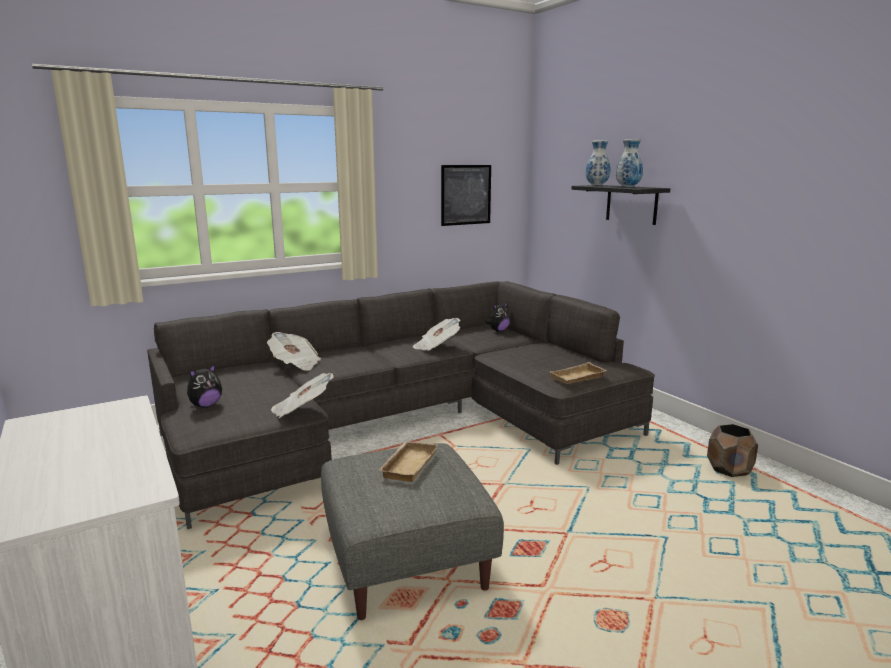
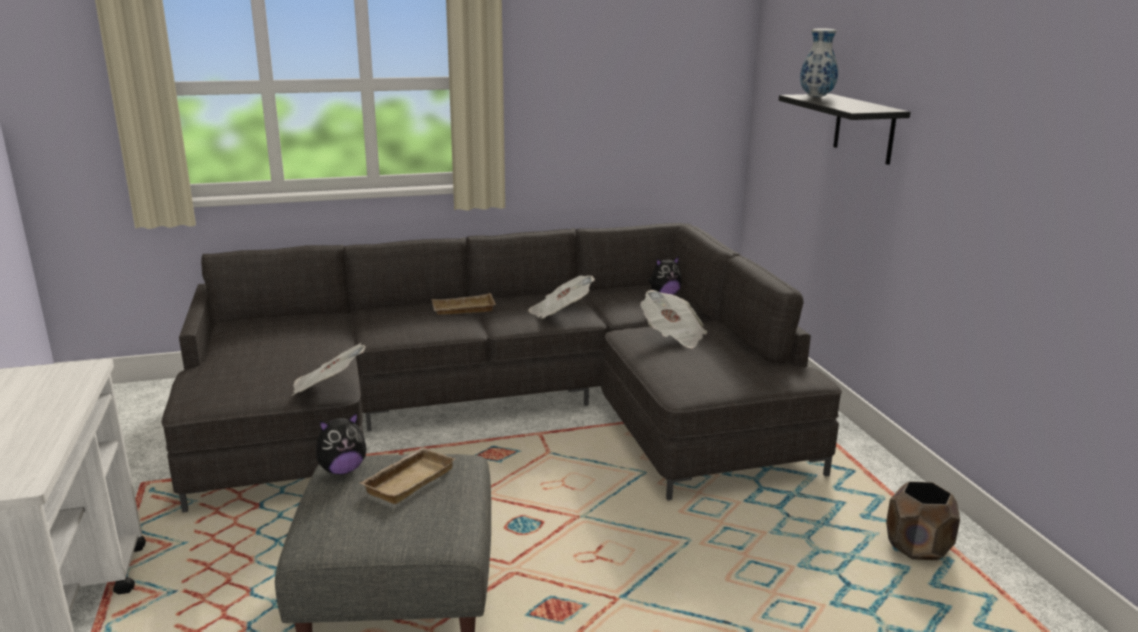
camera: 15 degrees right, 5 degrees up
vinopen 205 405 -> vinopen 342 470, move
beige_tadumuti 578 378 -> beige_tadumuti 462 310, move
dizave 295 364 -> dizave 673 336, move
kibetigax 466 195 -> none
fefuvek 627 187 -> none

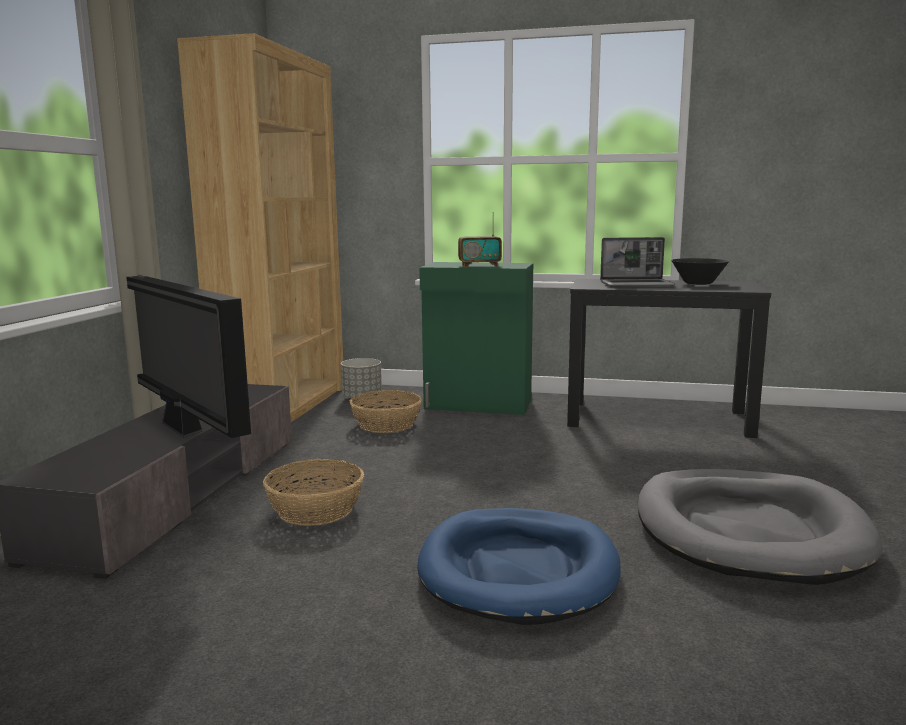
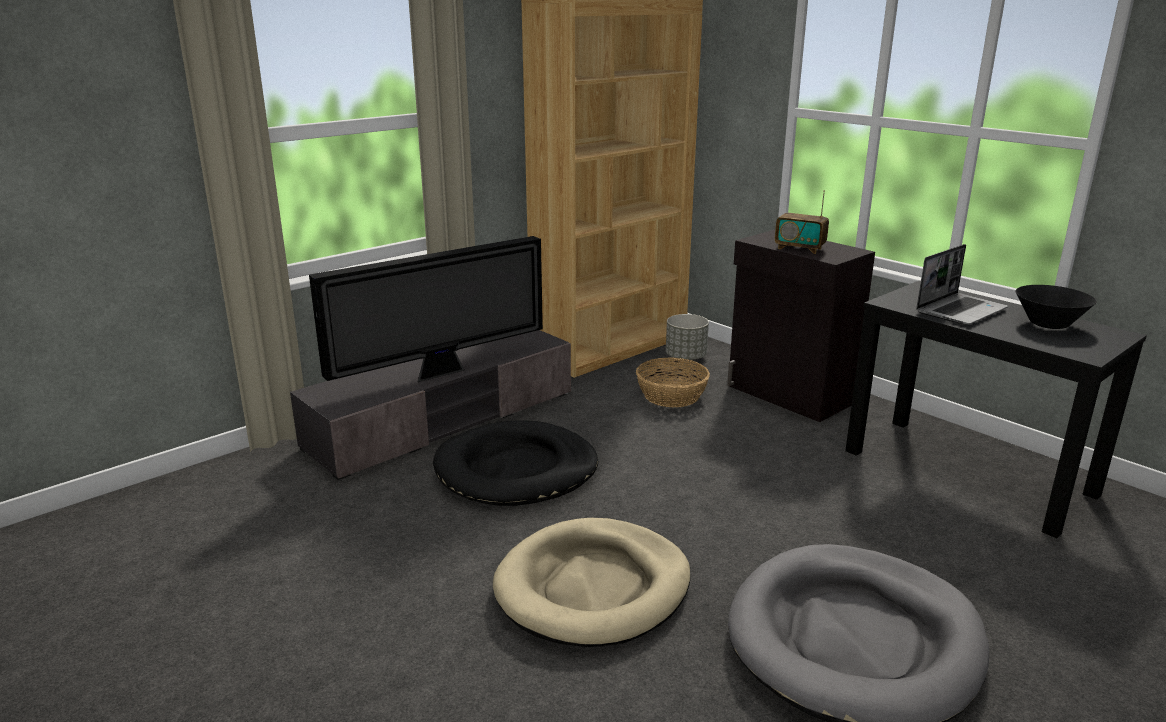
camera: 35 degrees right, 10 degrees up
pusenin 182 429 -> pusenin 441 372, 120 degrees counterclockwise
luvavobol 316 509 -> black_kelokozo 516 470
blue_kelokozo 518 570 -> beige_kelokozo 593 587
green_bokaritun 478 404 -> black_bokaritun 789 395
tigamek 637 285 -> tigamek 960 310, 75 degrees counterclockwise

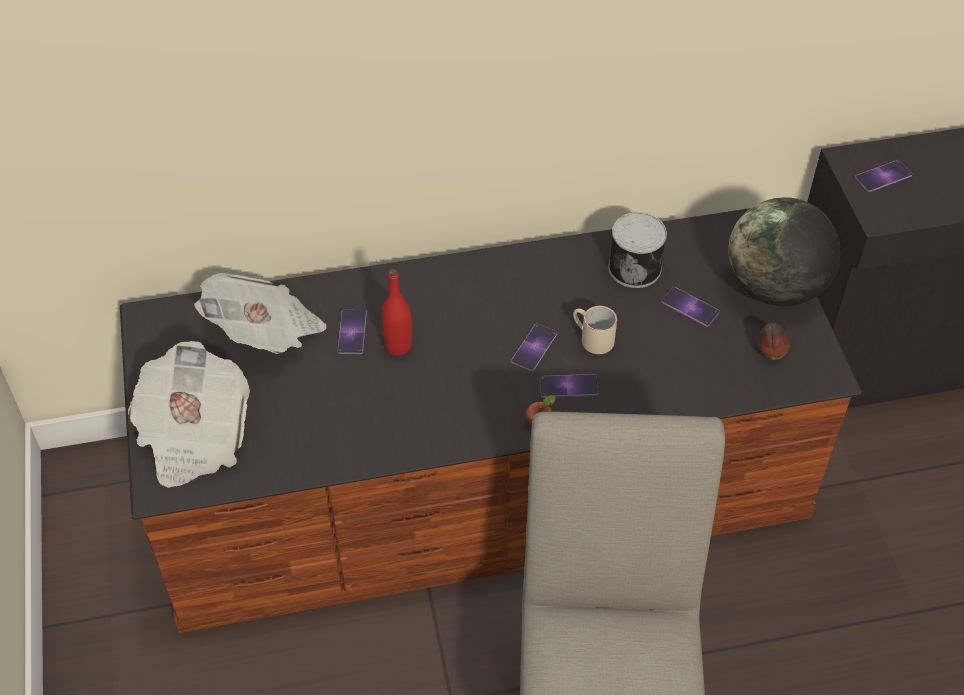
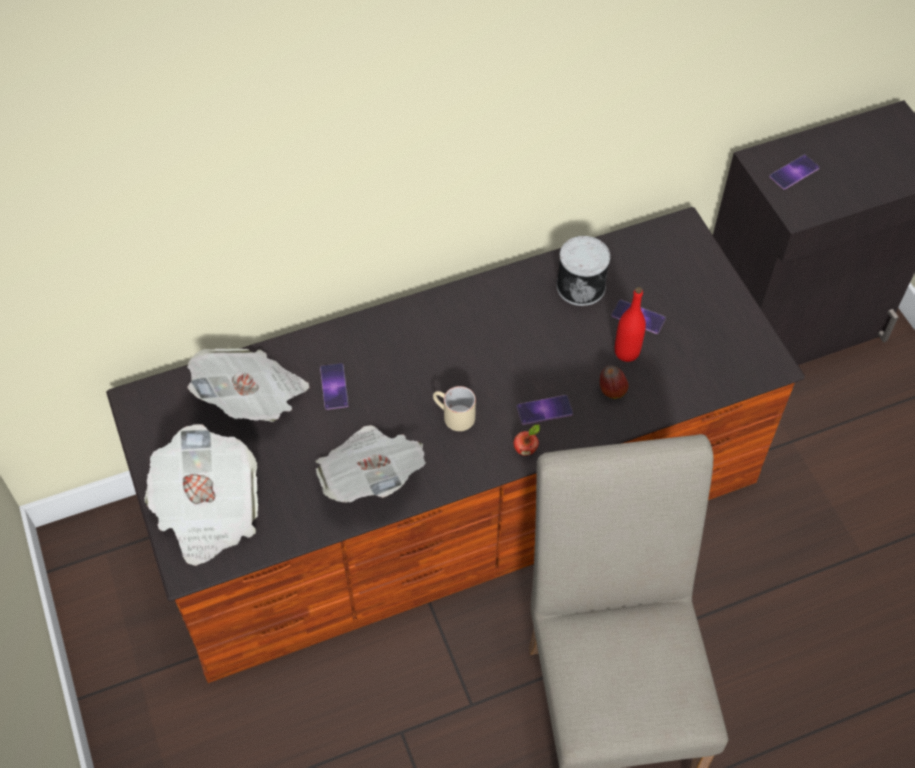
camera: 10 degrees left, 5 degrees up
none -> dizave 371 477
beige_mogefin 591 339 -> beige_mogefin 453 416, move
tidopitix 770 352 -> tidopitix 611 392, move
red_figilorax 398 346 -> red_figilorax 626 352, move
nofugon 534 347 -> none
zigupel 775 288 -> none

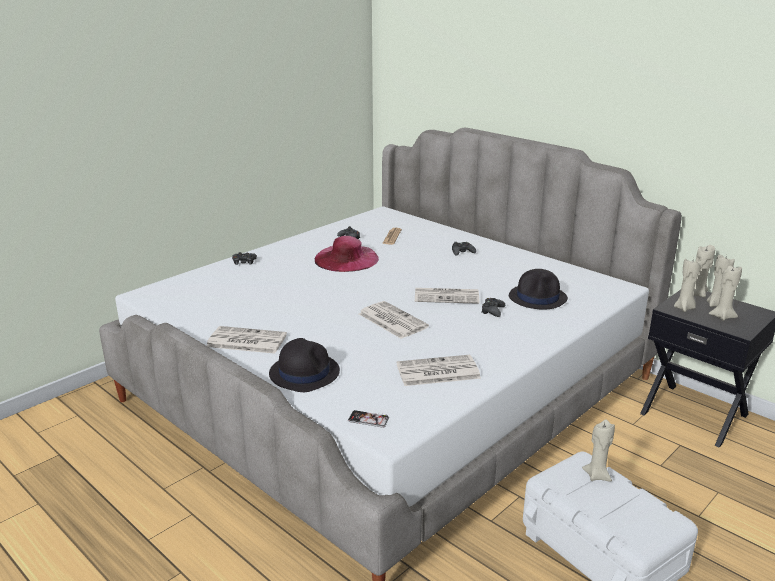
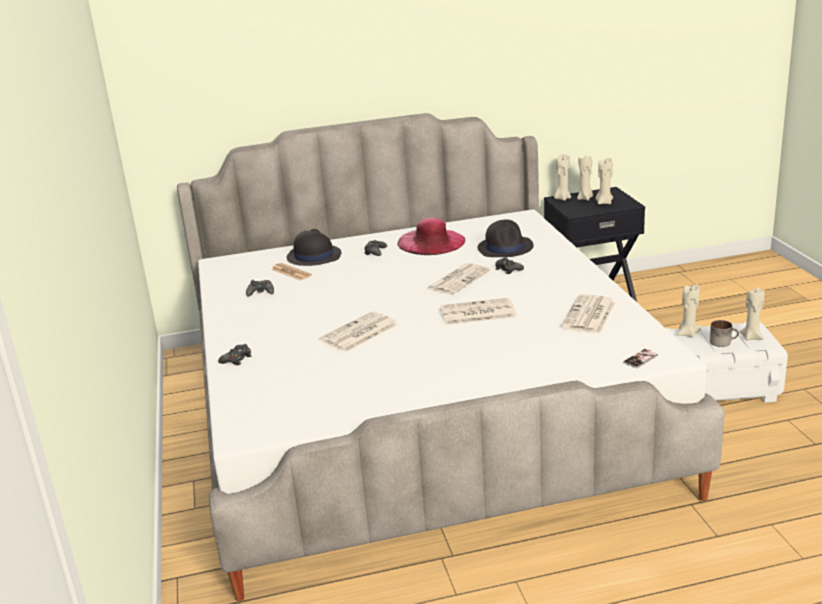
camera: 55 degrees left, 0 degrees up
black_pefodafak 304 372 -> black_pefodafak 313 256, move
dizave 245 341 -> dizave 359 333, move
pink_pefodafak 346 258 -> pink_pefodafak 431 242, move
none -> mogefin 723 342
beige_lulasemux 684 308 -> beige_lulasemux 751 337, move

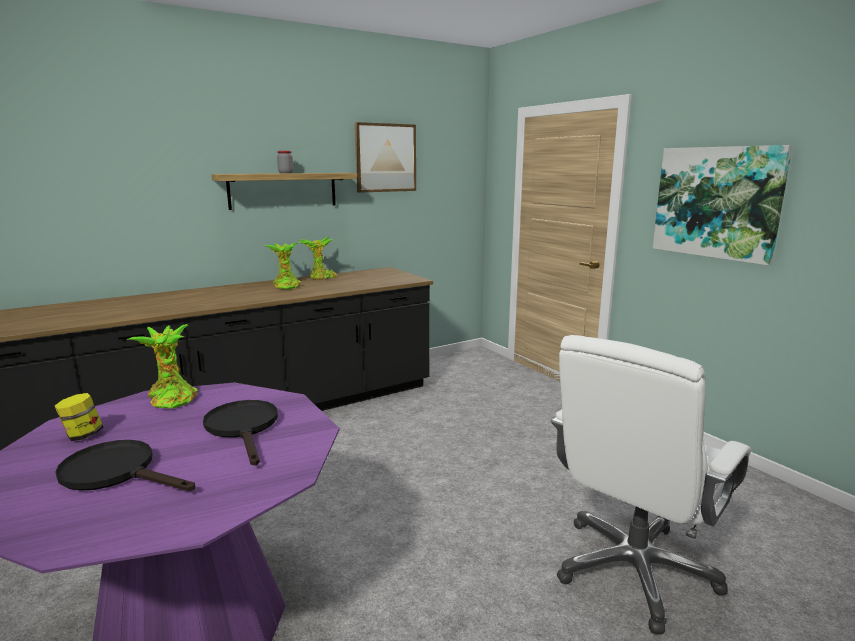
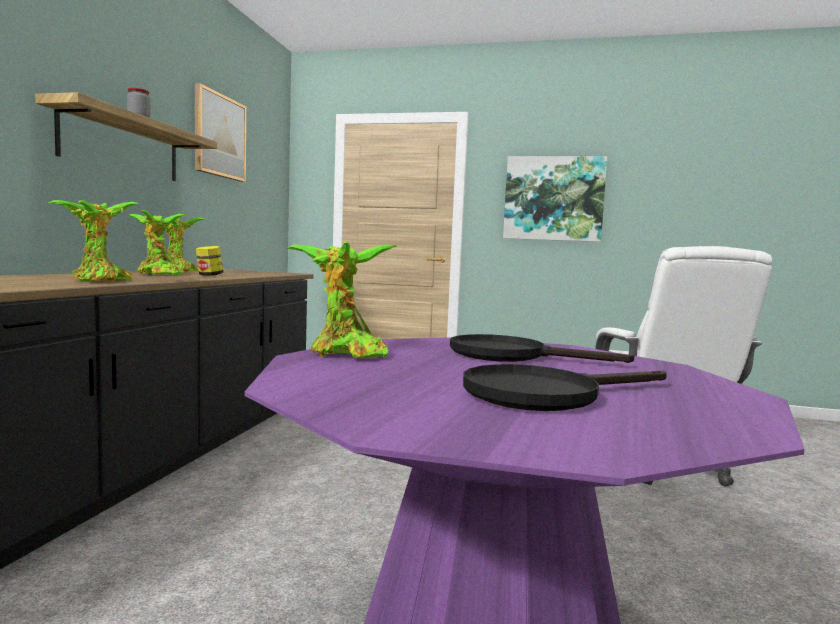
camera: 45 degrees left, 10 degrees down
none -> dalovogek 100 281
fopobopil 83 435 -> fopobopil 209 275, move

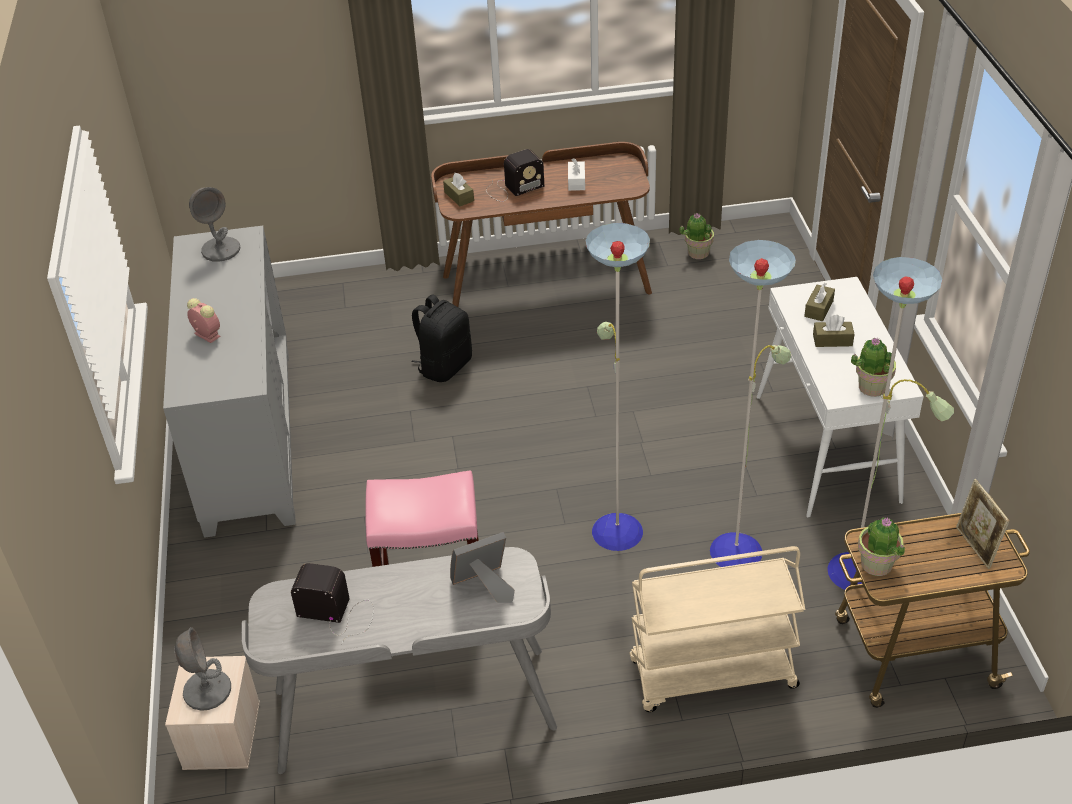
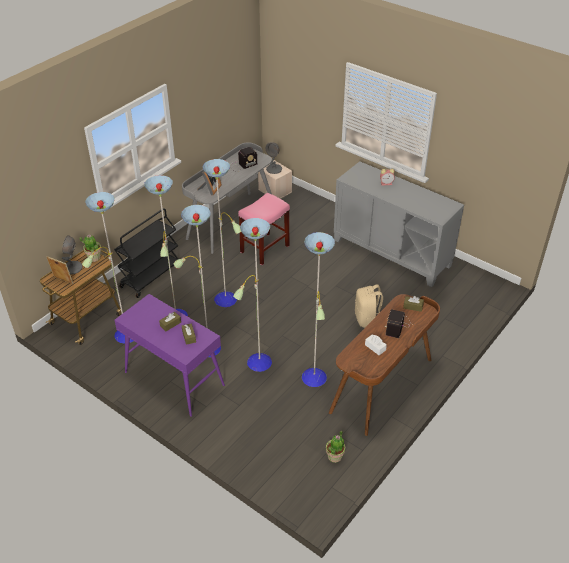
camera: 135 degrees right, 0 degrees up
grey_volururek 221 250 -> grey_volururek 72 268, move
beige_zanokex 711 675 -> black_zanokex 151 276
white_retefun 827 449 -> purple_retefun 173 379
none -> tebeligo 258 363
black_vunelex 444 366 -> beige_vunelex 367 319
dalovogek 871 387 -> none

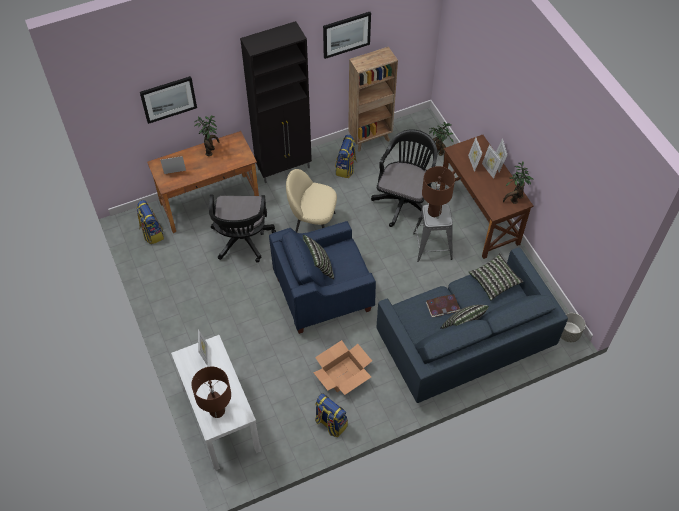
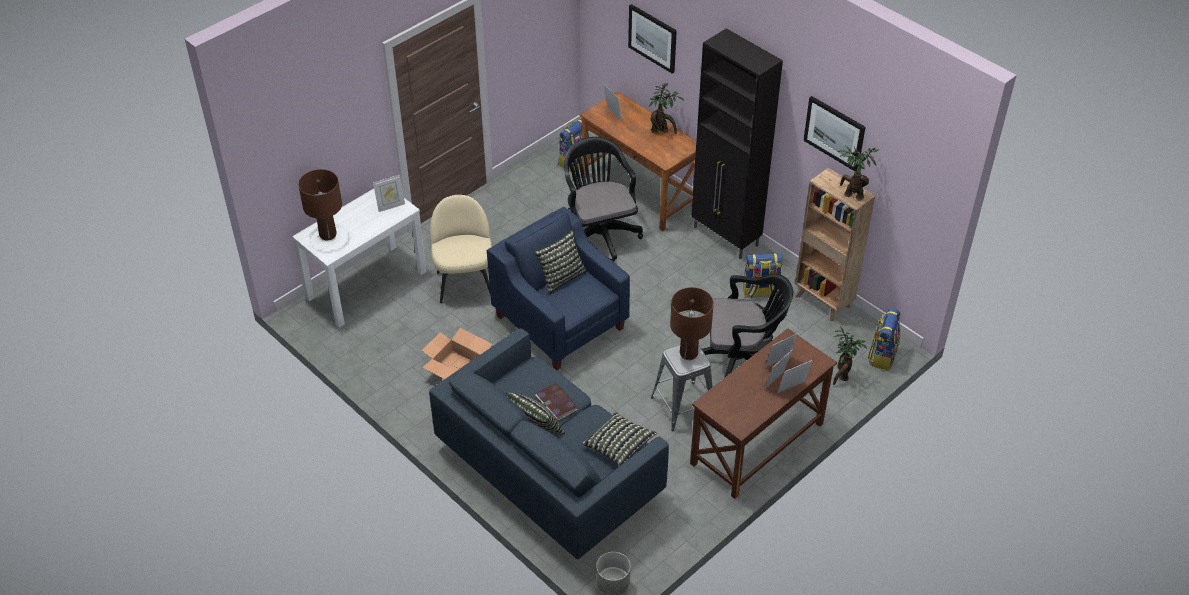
camera: 70 degrees right, 10 degrees down
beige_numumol 313 225 -> beige_numumol 465 283, move
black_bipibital 242 242 -> black_bipibital 599 233, 90 degrees clockwise
dalovogek 514 199 -> dalovogek 851 194, move
vunelex 330 423 -> vunelex 882 355, move

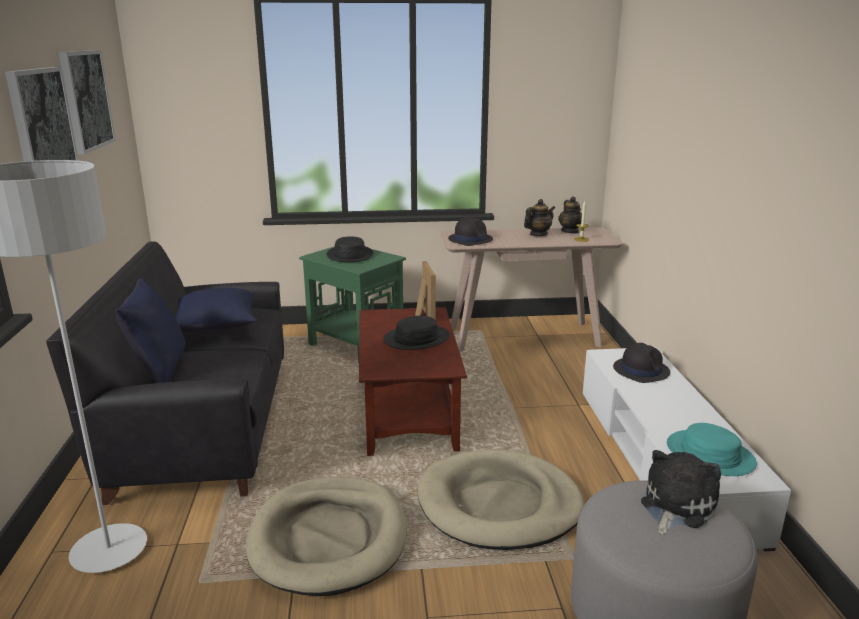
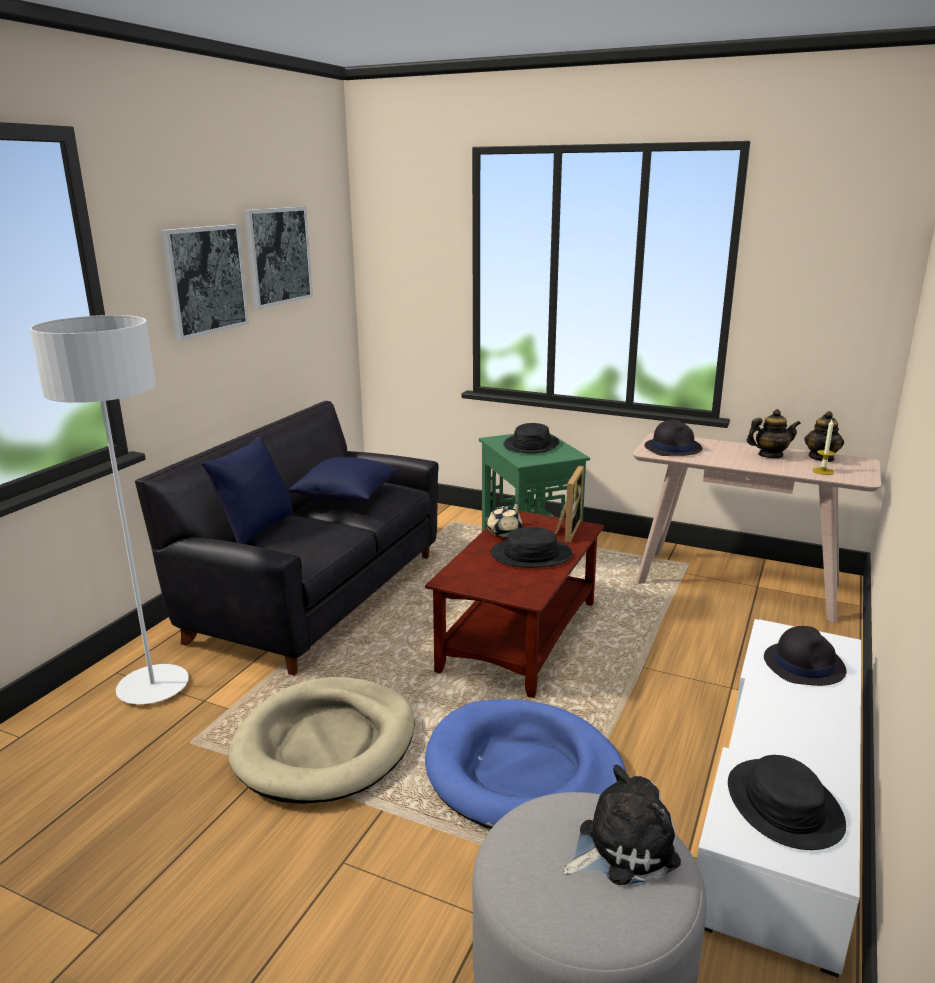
camera: 30 degrees right, 0 degrees up
beige_kelokozo 499 504 -> blue_kelokozo 523 773
none -> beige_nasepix 505 531
turquoise_pefodafak 709 454 -> black_pefodafak 783 805

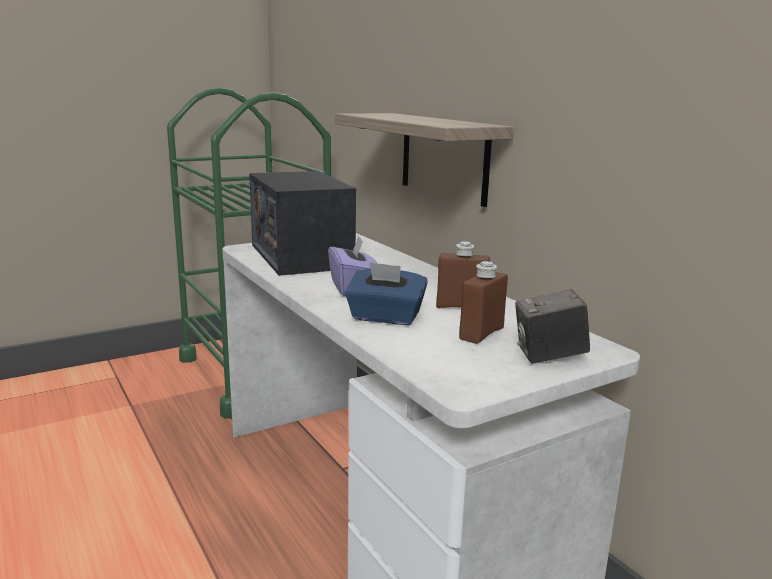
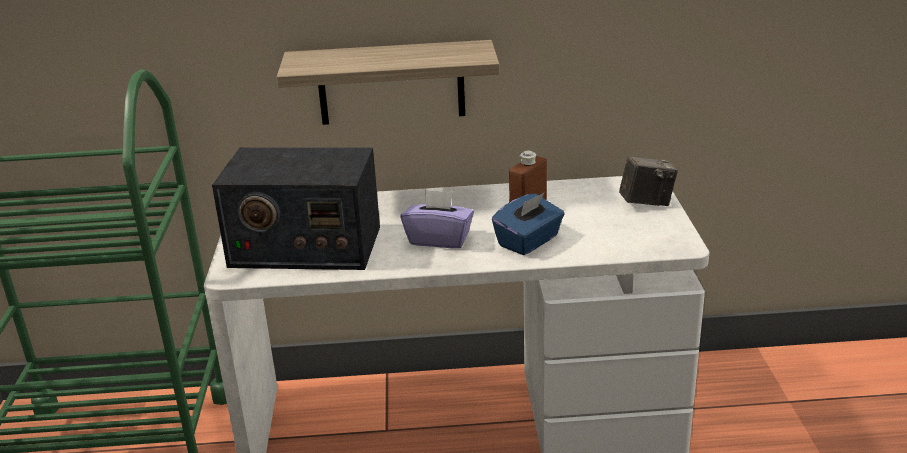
camera: 60 degrees left, 10 degrees up
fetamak 549 357 -> fetamak 646 203, 120 degrees counterclockwise
brown_figilorax 481 333 -> none

